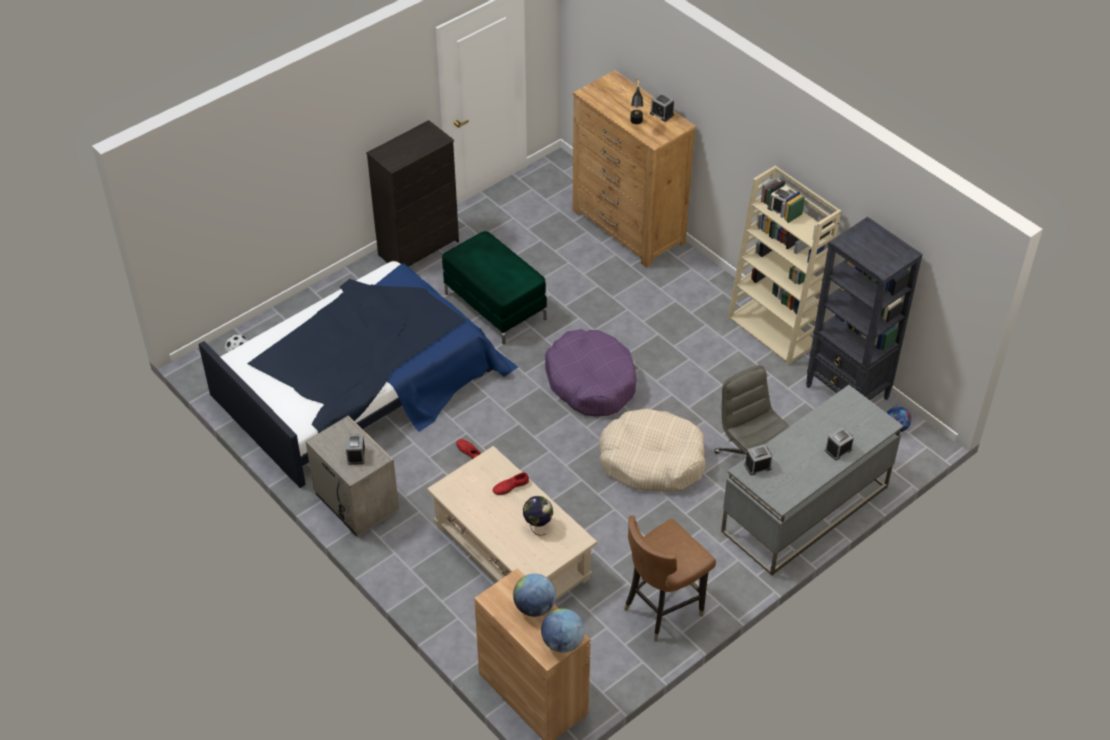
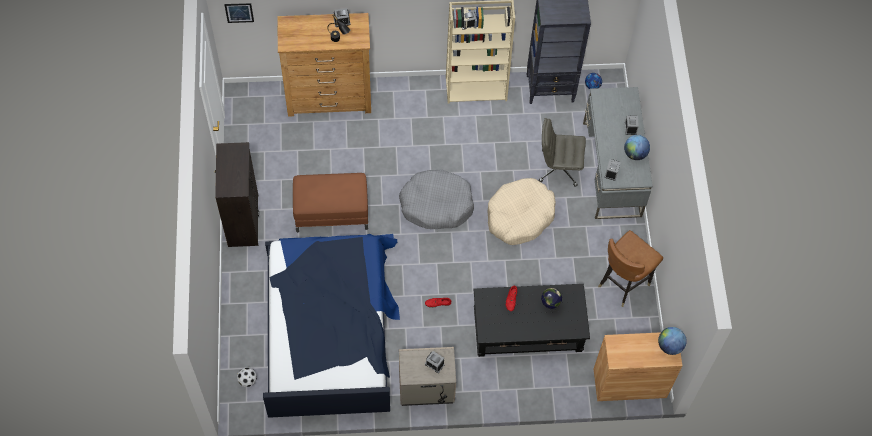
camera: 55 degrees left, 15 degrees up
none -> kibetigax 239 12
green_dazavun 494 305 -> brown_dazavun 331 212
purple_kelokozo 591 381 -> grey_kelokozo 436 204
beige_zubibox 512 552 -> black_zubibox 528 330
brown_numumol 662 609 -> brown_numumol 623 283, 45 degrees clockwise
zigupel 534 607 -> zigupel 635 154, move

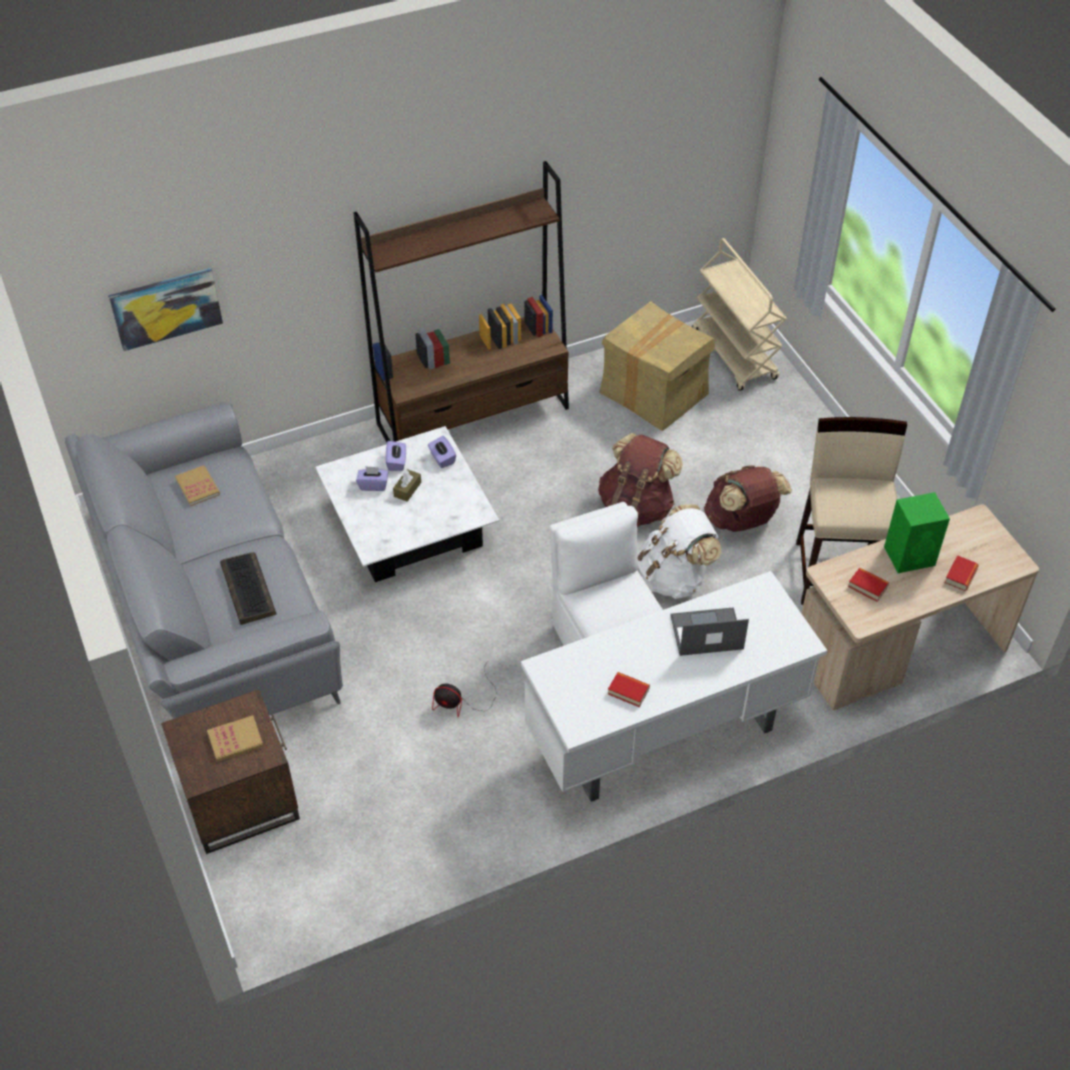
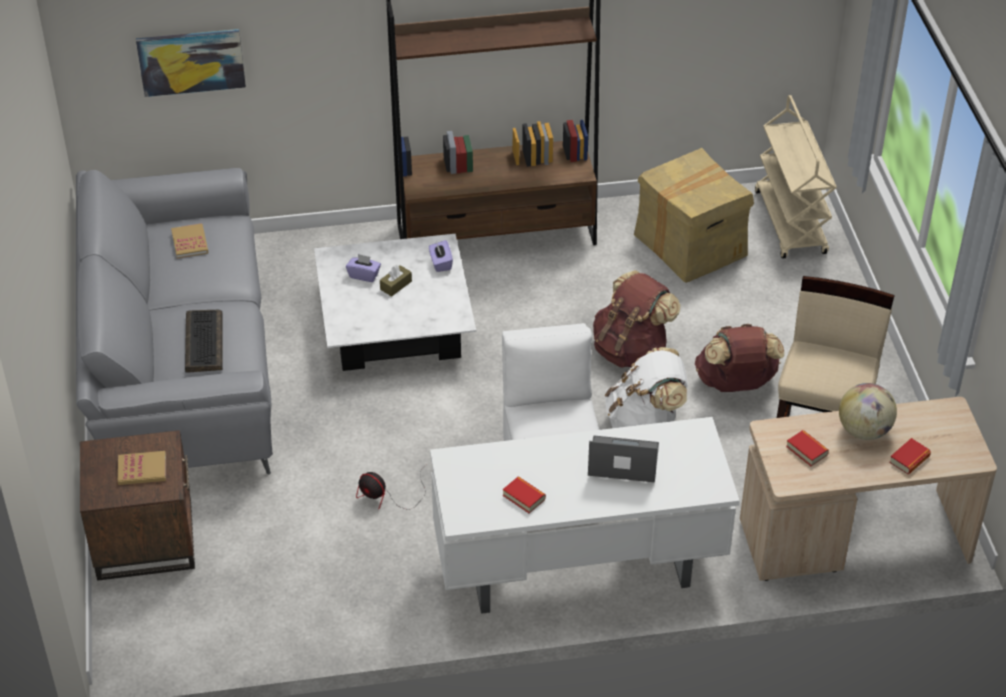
camera: 15 degrees right, 5 degrees down
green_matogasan 910 556 -> zigupel 864 430
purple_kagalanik 396 462 -> none

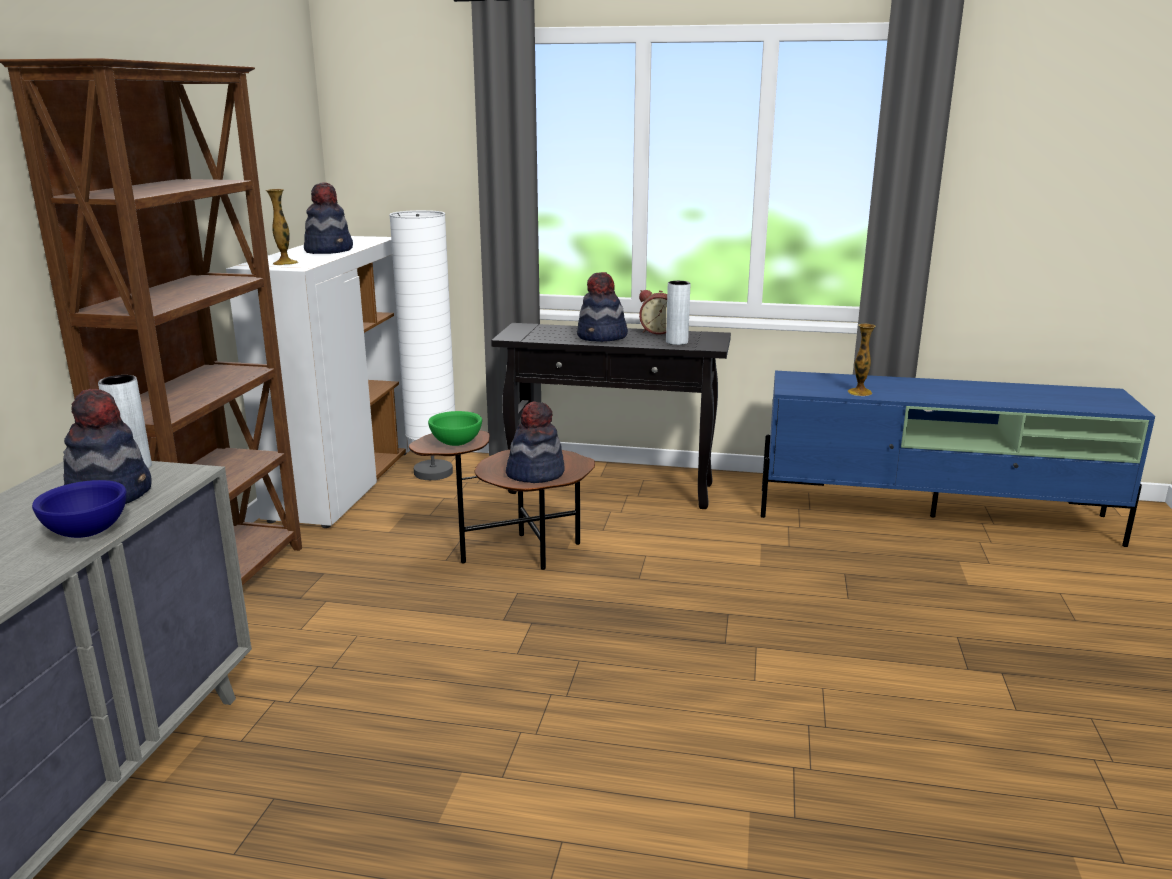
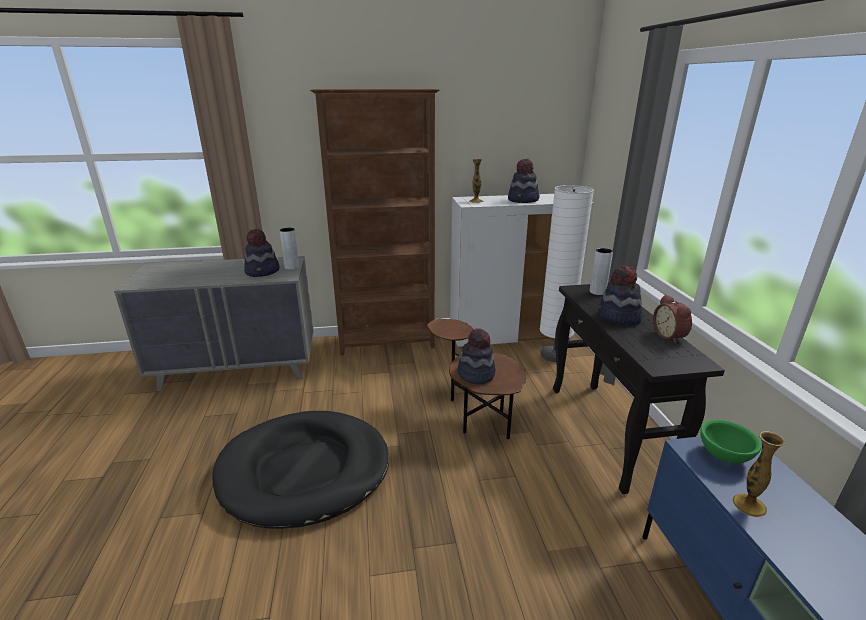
camera: 70 degrees right, 5 degrees up
none -> black_kelokozo 305 470
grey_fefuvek 677 342 -> grey_fefuvek 597 292, move
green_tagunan 456 444 -> green_tagunan 723 456, move
blue_tagunan 86 533 -> none

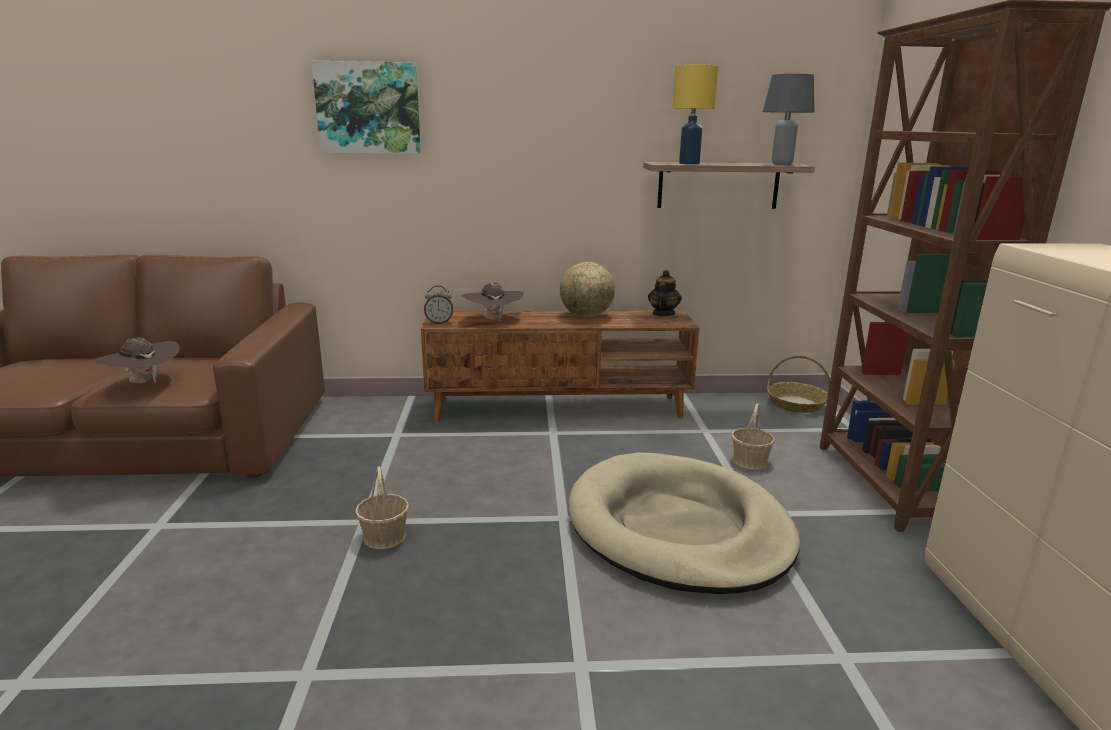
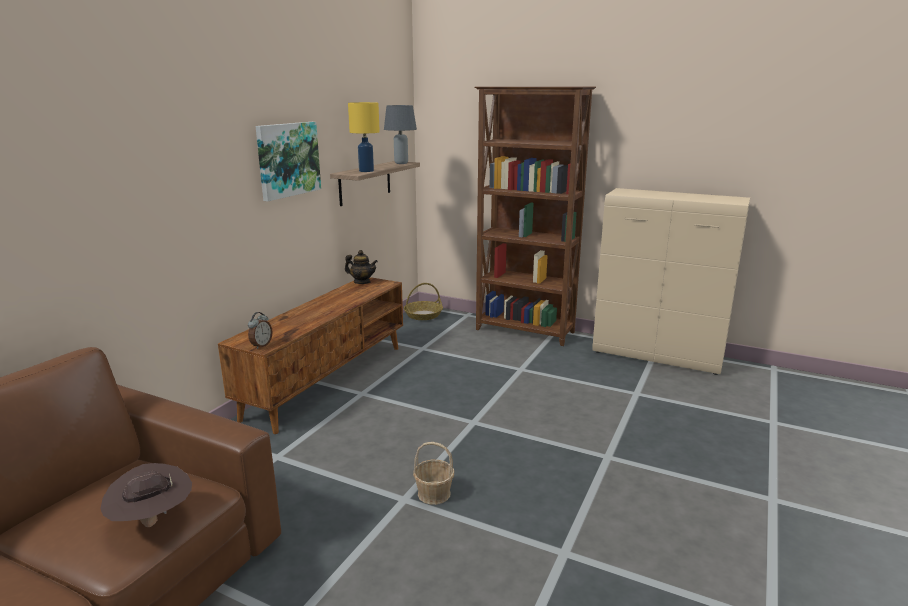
camera: 60 degrees left, 0 degrees up
kibetigax 368 108 -> kibetigax 287 159, move
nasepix 663 314 -> nasepix 362 282, 150 degrees clockwise
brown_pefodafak 493 319 -> none
zigupel 586 316 -> none
beige_kelokozo 678 528 -> none
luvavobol 750 461 -> none

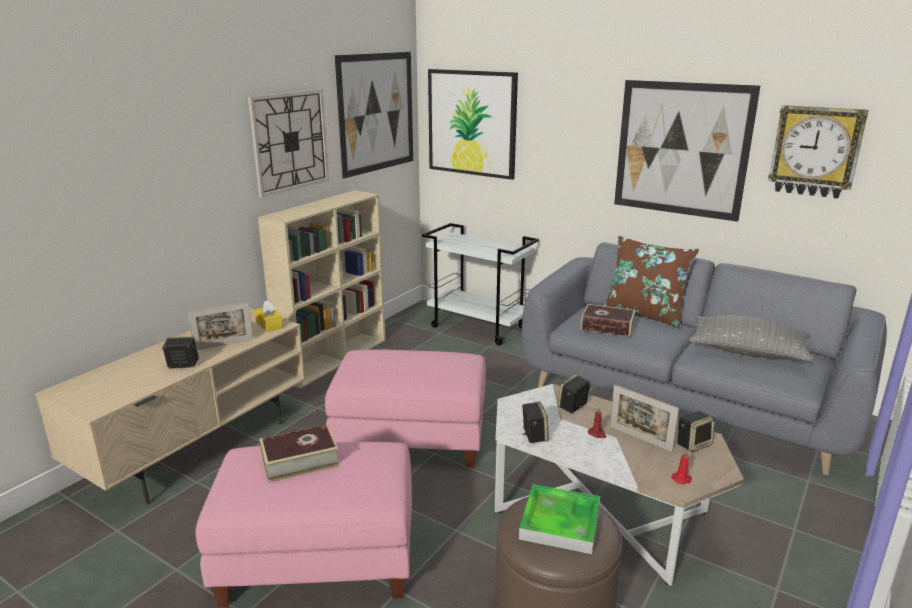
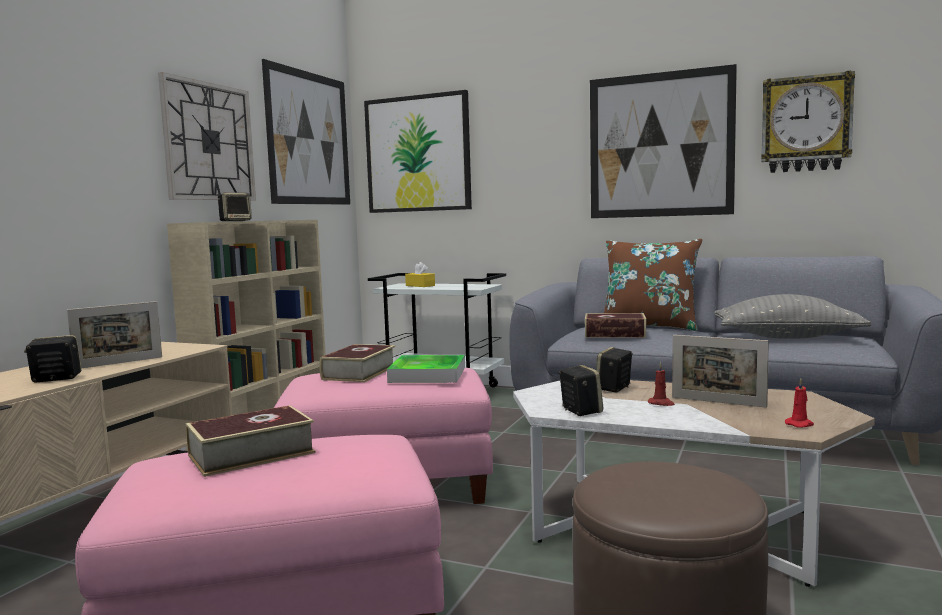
camera: 10 degrees left, 15 degrees down
matogasan 693 444 -> matogasan 235 221, move
none -> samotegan 359 373
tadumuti 560 522 -> tadumuti 427 374, move
yellow_kagalanik 269 325 -> yellow_kagalanik 420 285, move

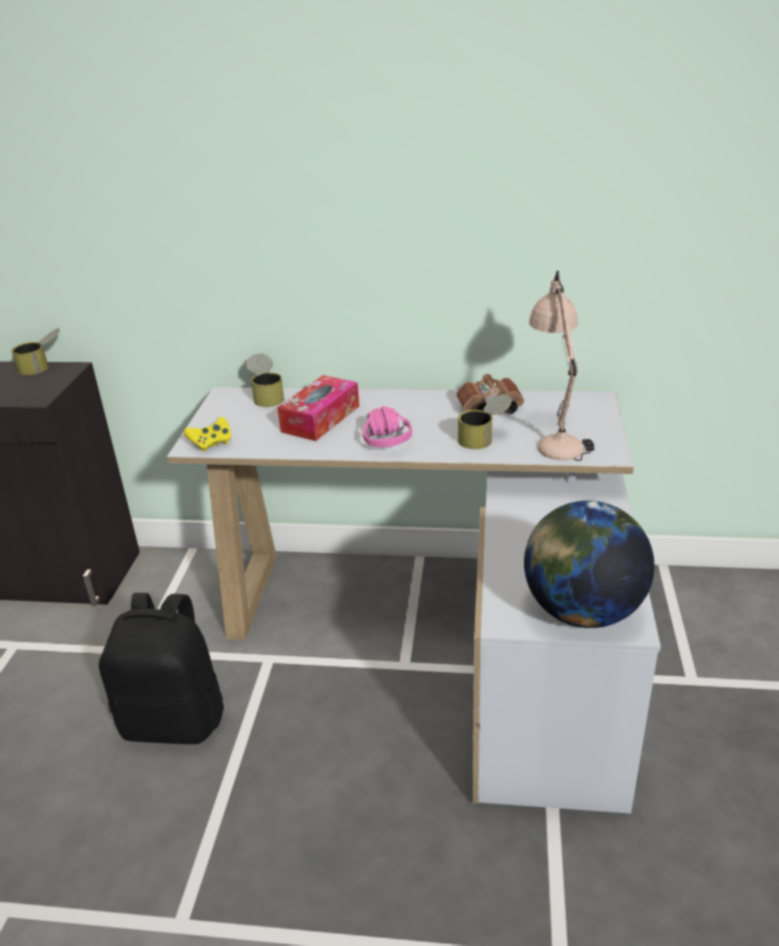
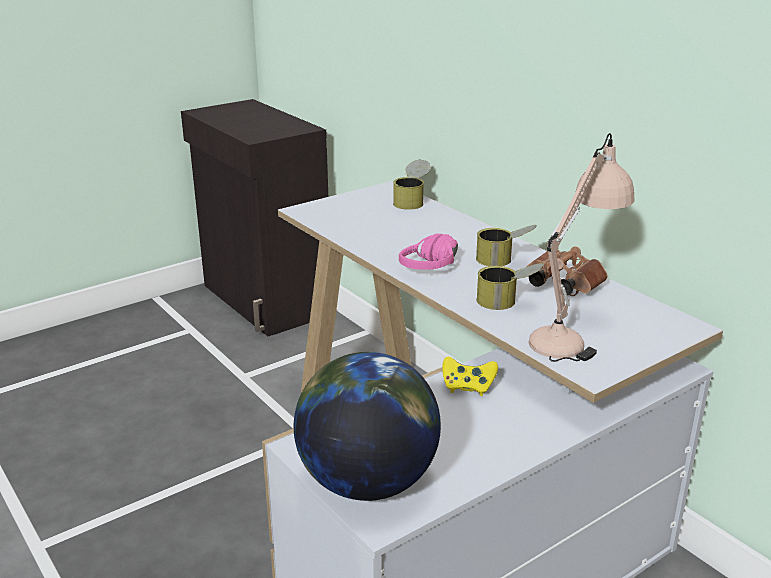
camera: 45 degrees right, 5 degrees down
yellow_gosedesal 211 444 -> yellow_gosedesal 467 387, move
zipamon 43 367 -> zipamon 504 261, move
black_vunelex 175 720 -> none
kagalanik 320 419 -> none

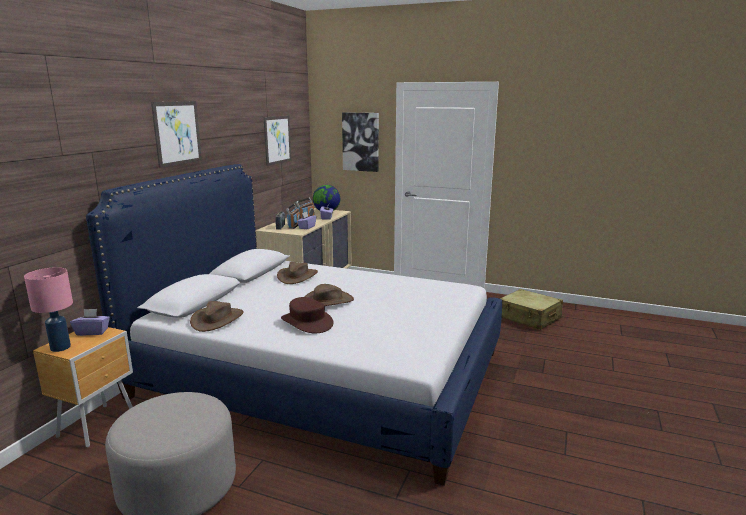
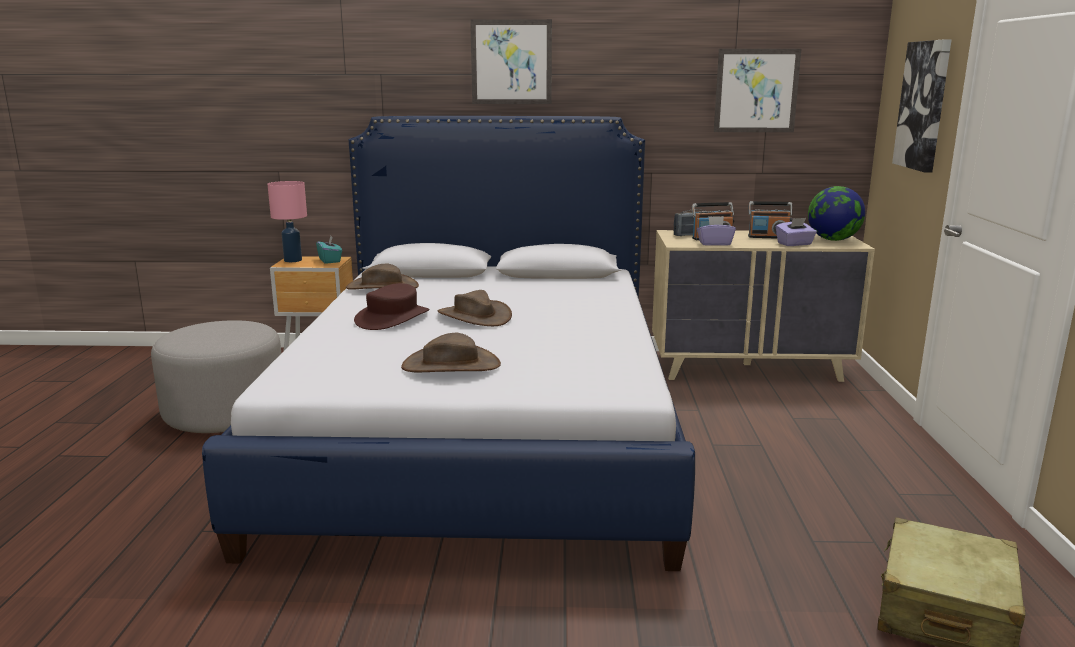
camera: 70 degrees right, 0 degrees up
purple_kagalanik 92 332 -> turquoise_kagalanik 330 260
brown_pefodafak 297 276 -> brown_pefodafak 451 365, move

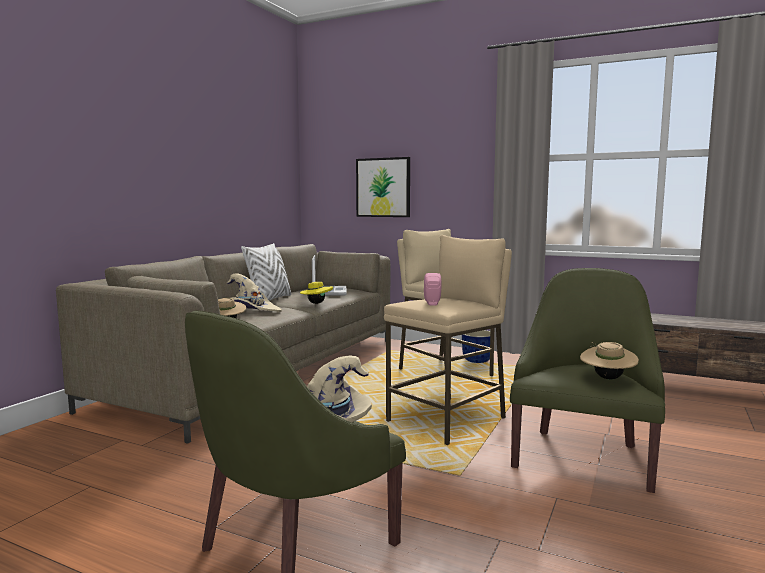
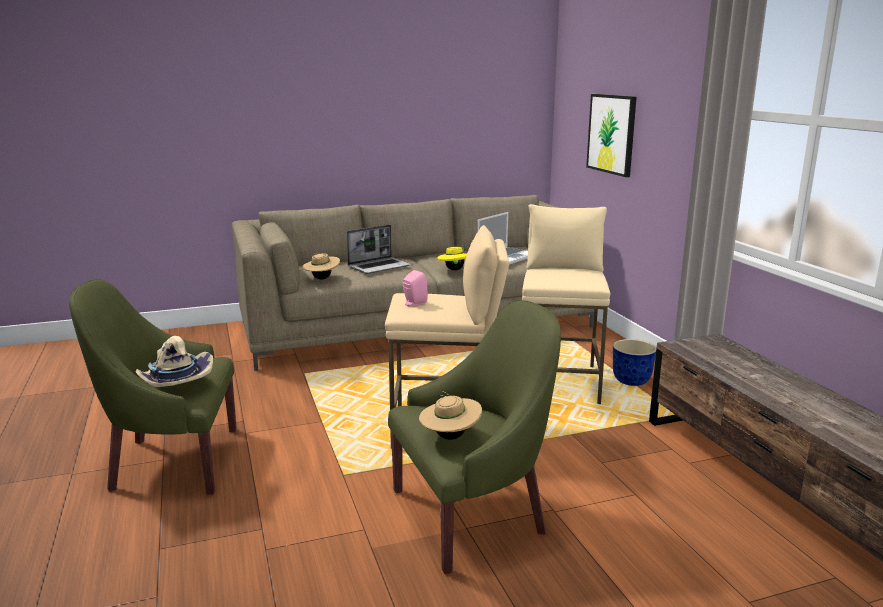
camera: 45 degrees right, 10 degrees up
beige_pefodafak 251 311 -> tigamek 379 266
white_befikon 269 300 -> none

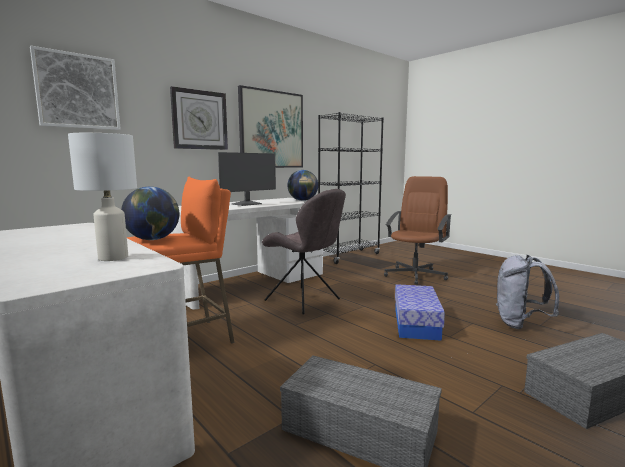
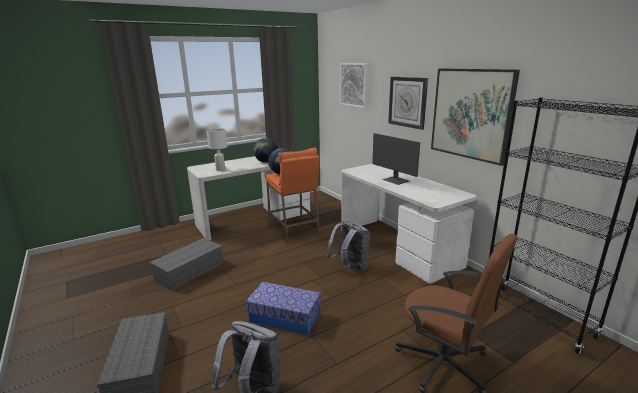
camera: 100 degrees right, 10 degrees up
zigupel 303 200 -> zigupel 266 162, move
grey_numumol 304 301 -> grey_vunelex 350 269

